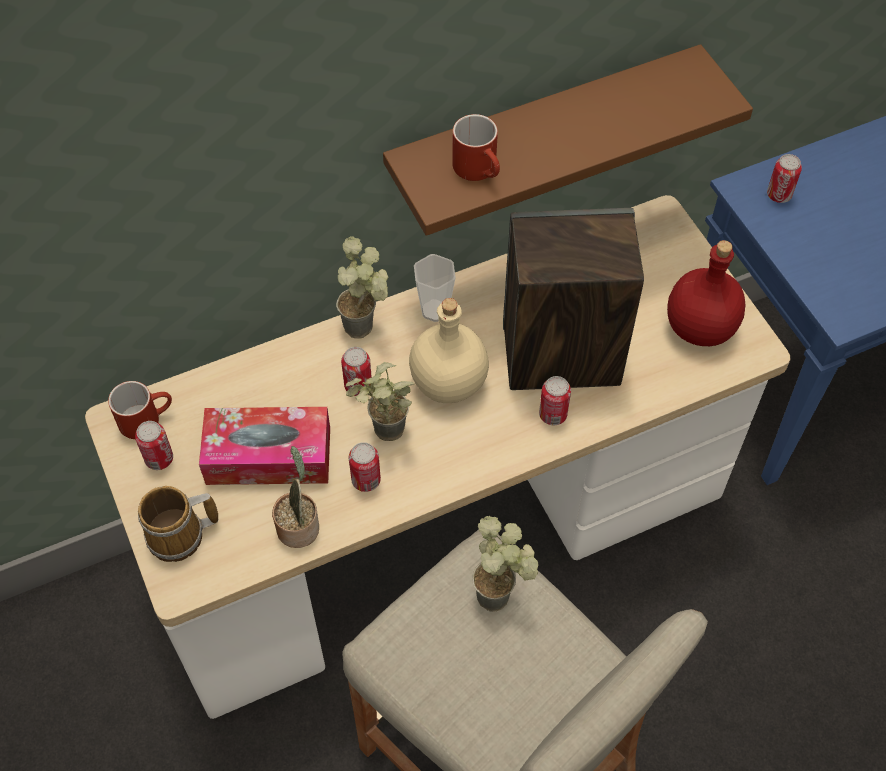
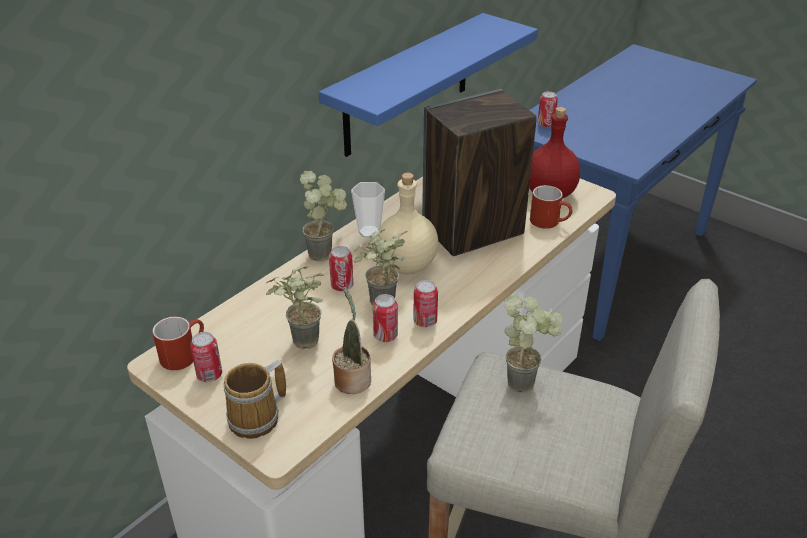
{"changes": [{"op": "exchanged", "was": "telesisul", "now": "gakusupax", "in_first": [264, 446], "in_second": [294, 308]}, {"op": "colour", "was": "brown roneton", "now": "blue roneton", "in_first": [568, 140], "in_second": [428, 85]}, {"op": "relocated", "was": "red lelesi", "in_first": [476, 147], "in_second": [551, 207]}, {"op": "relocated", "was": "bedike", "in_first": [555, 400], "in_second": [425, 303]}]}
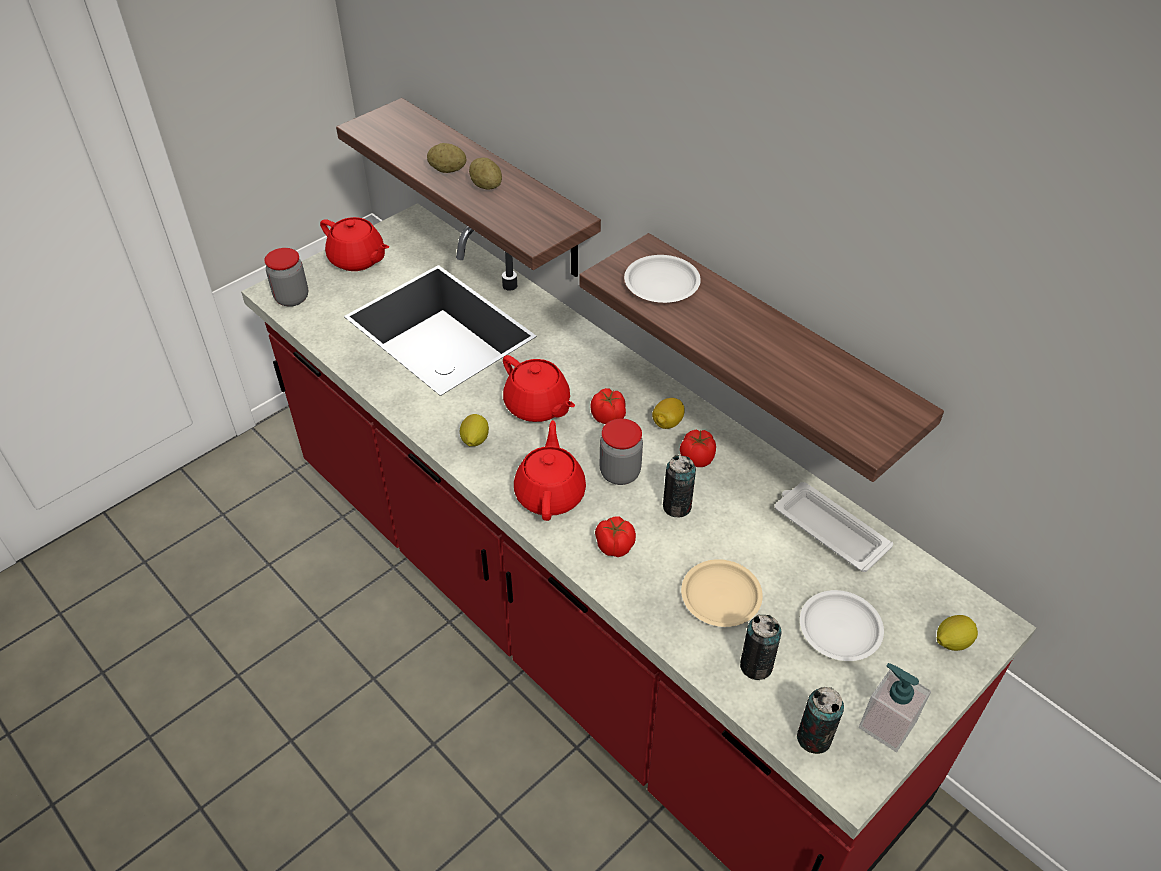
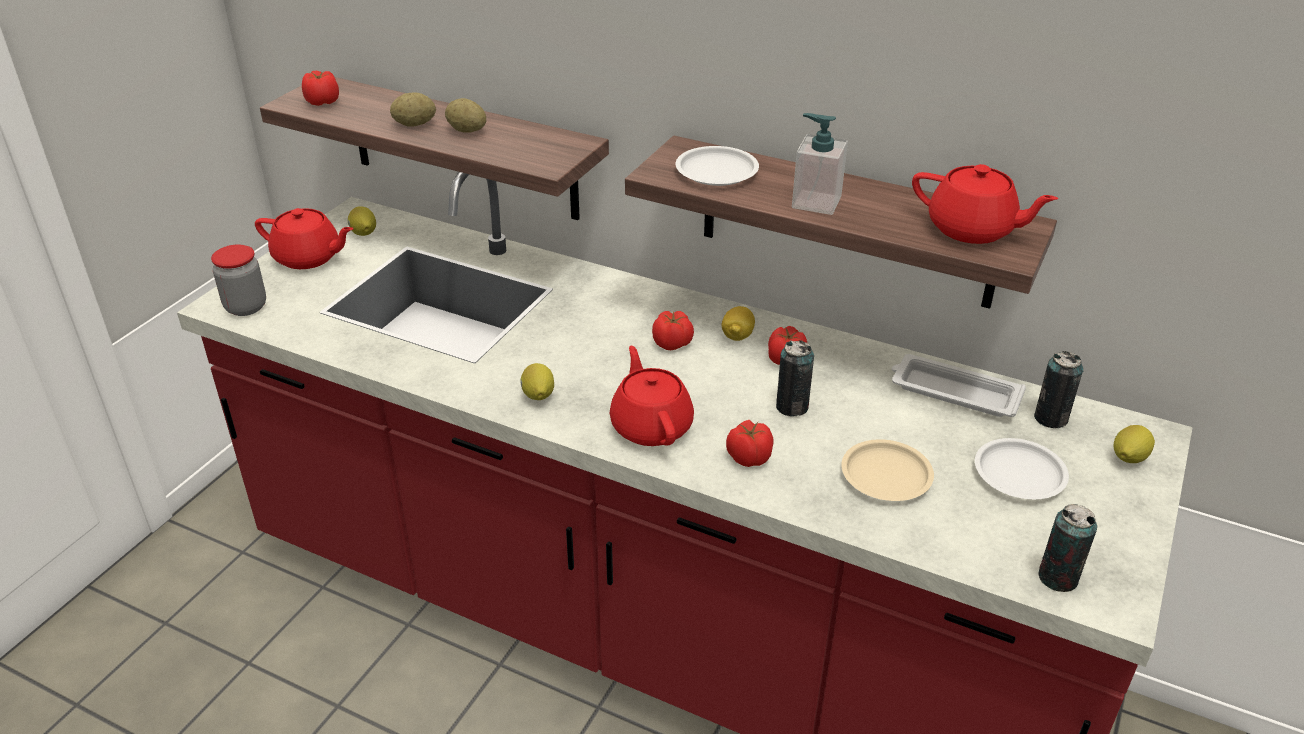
{"changes": [{"op": "relocated", "was": "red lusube", "in_first": [539, 388], "in_second": [985, 204]}, {"op": "missing", "was": "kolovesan", "in_first": [621, 452]}, {"op": "relocated", "was": "bedike", "in_first": [761, 647], "in_second": [1058, 389]}, {"op": "relocated", "was": "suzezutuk", "in_first": [895, 707], "in_second": [820, 164]}, {"op": "appeared", "now": "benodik", "in_second": [320, 88]}, {"op": "appeared", "now": "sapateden", "in_second": [362, 221]}]}
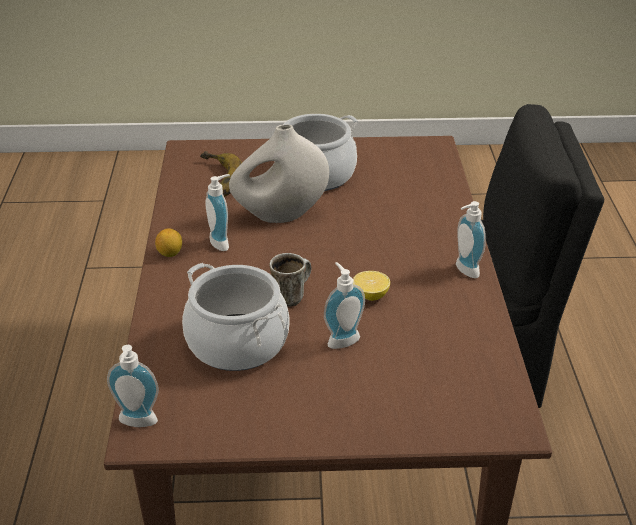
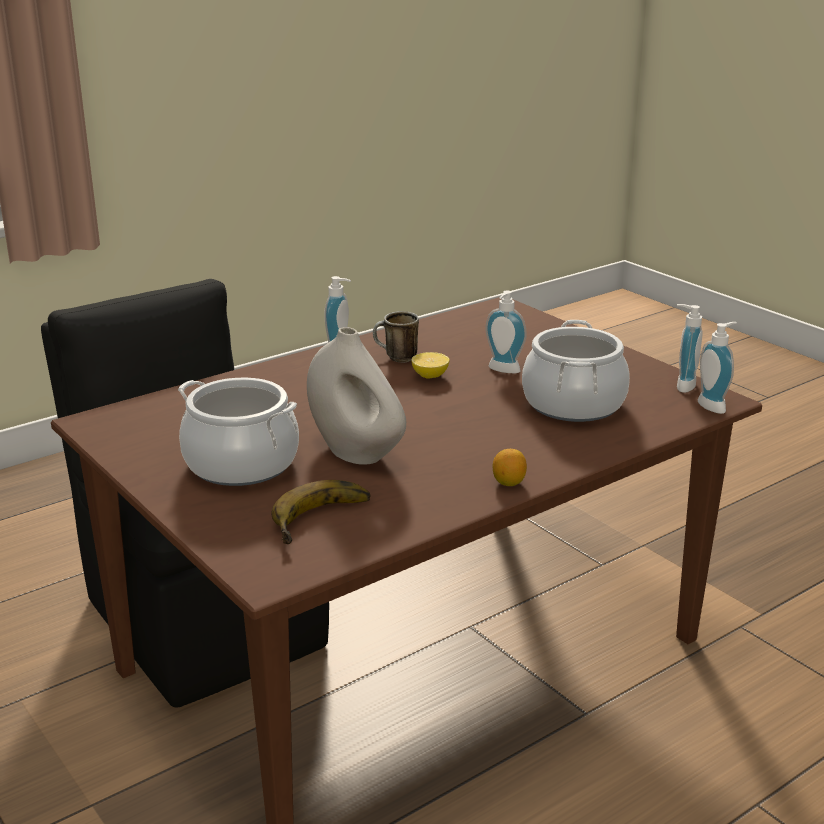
{"changes": [{"op": "relocated", "was": "suzezutuk", "in_first": [217, 212], "in_second": [690, 348]}, {"op": "relocated", "was": "lelesi", "in_first": [290, 280], "in_second": [396, 336]}]}
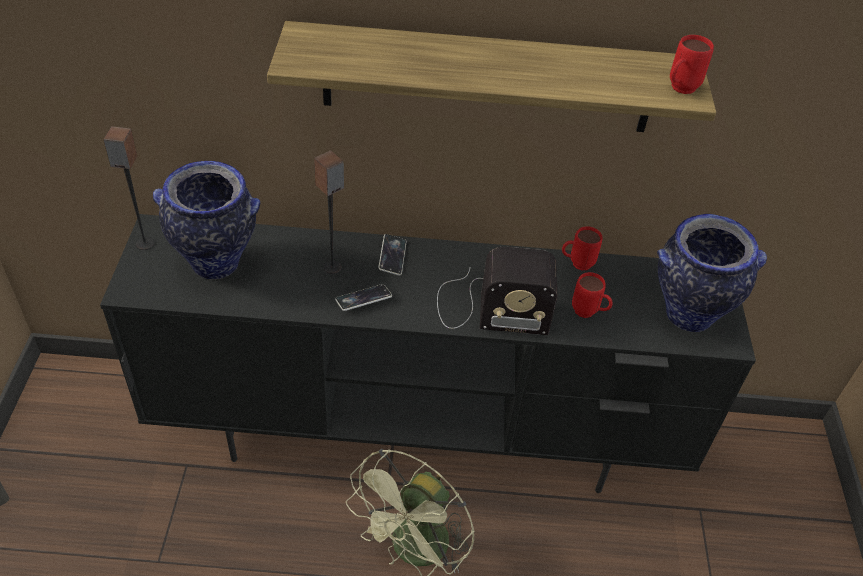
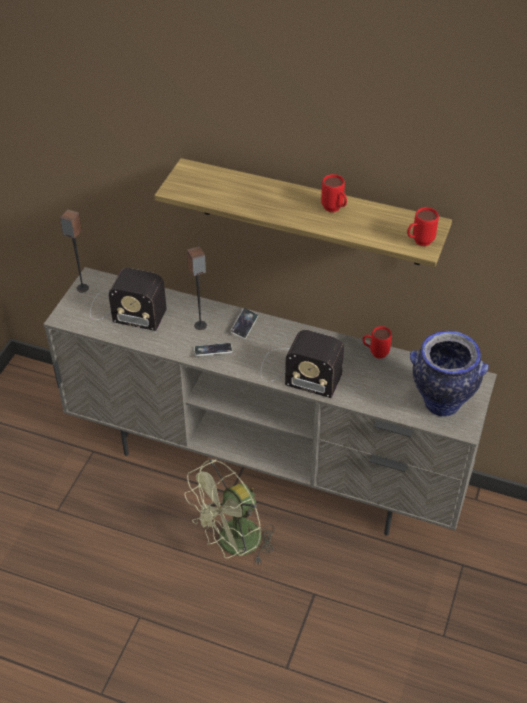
{"changes": [{"op": "colour", "was": "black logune", "now": "beige logune", "in_first": [428, 353], "in_second": [270, 401]}, {"op": "exchanged", "was": "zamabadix", "now": "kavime", "in_first": [206, 220], "in_second": [128, 299]}, {"op": "relocated", "was": "red lelesi", "in_first": [592, 295], "in_second": [334, 193]}]}
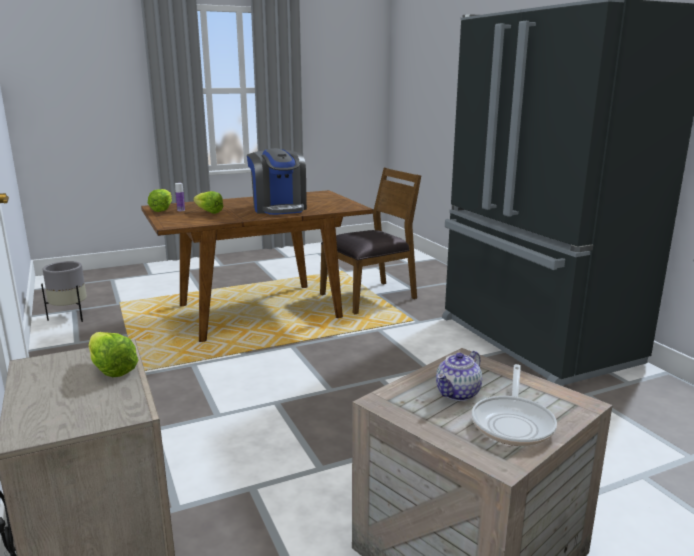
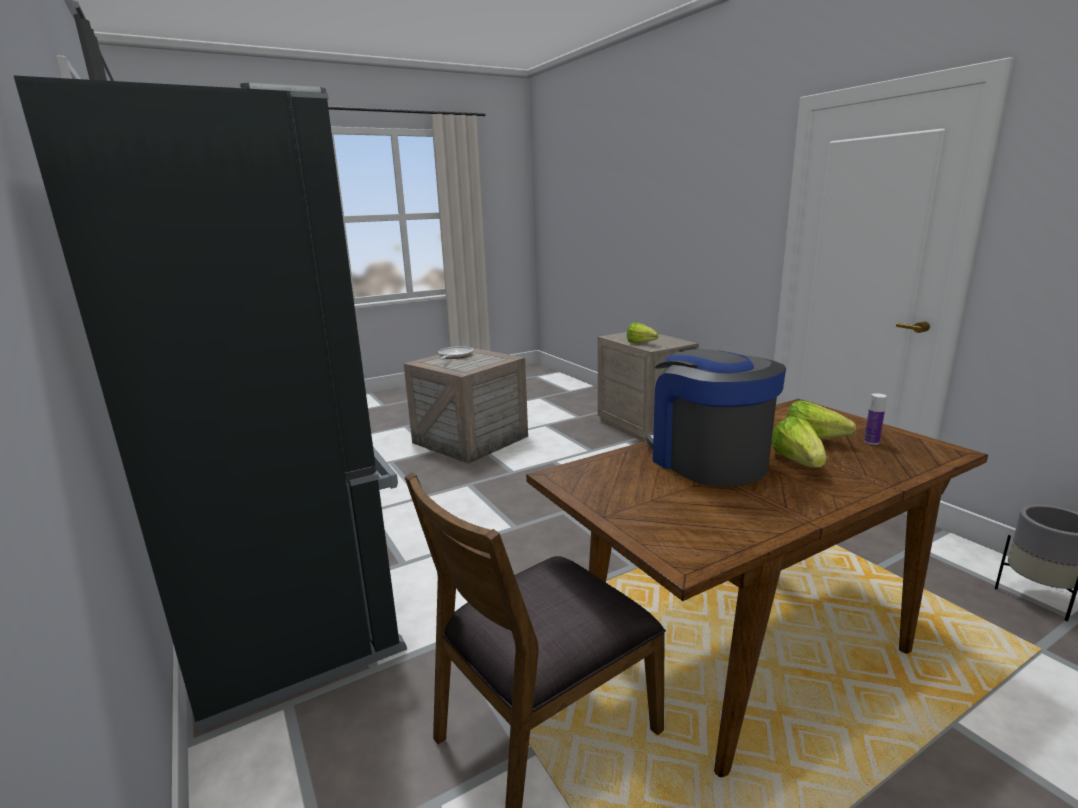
{"changes": [{"op": "relocated", "was": "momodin", "in_first": [160, 200], "in_second": [798, 442]}, {"op": "missing", "was": "lusube", "in_first": [459, 376]}]}
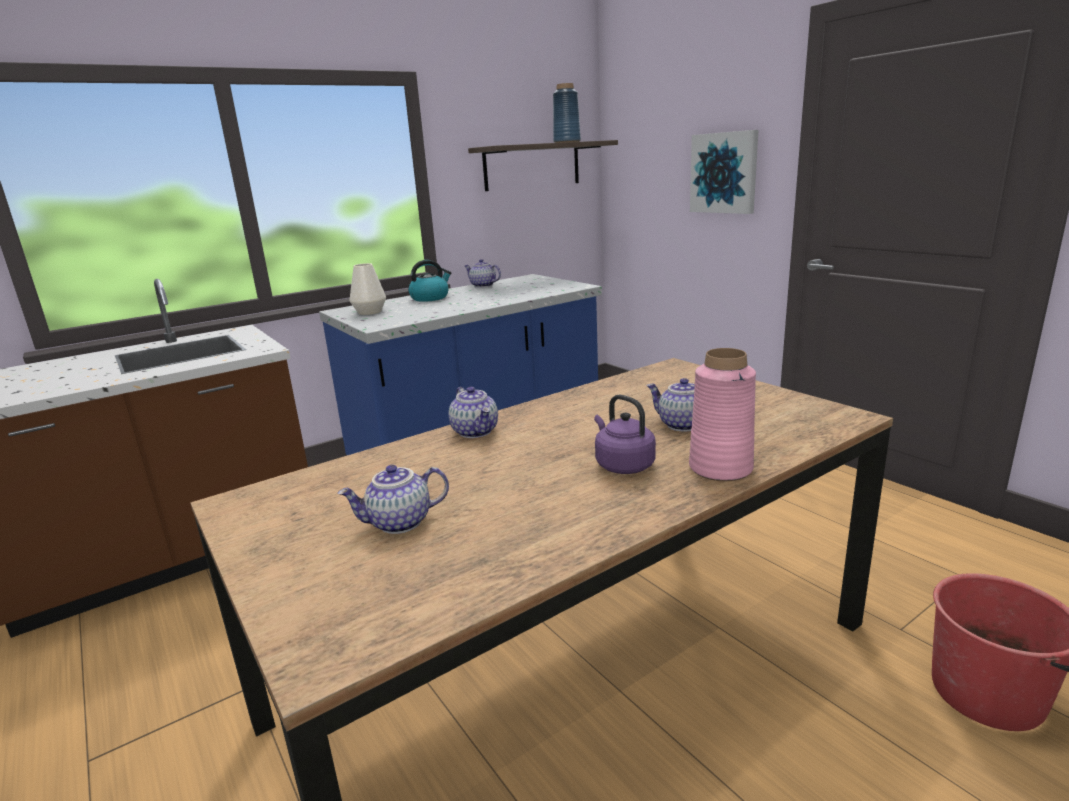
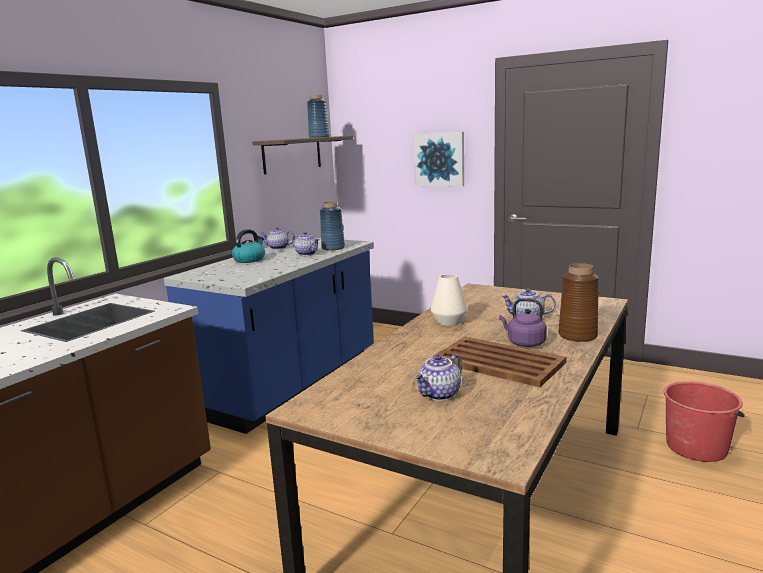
{"changes": [{"op": "relocated", "was": "white zamabadix", "in_first": [367, 289], "in_second": [449, 300]}, {"op": "relocated", "was": "lusube", "in_first": [473, 412], "in_second": [306, 244]}, {"op": "colour", "was": "pink zamabadix", "now": "brown zamabadix", "in_first": [722, 414], "in_second": [578, 302]}, {"op": "appeared", "now": "blue zamabadix", "in_second": [332, 226]}, {"op": "appeared", "now": "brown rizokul", "in_second": [499, 362]}]}
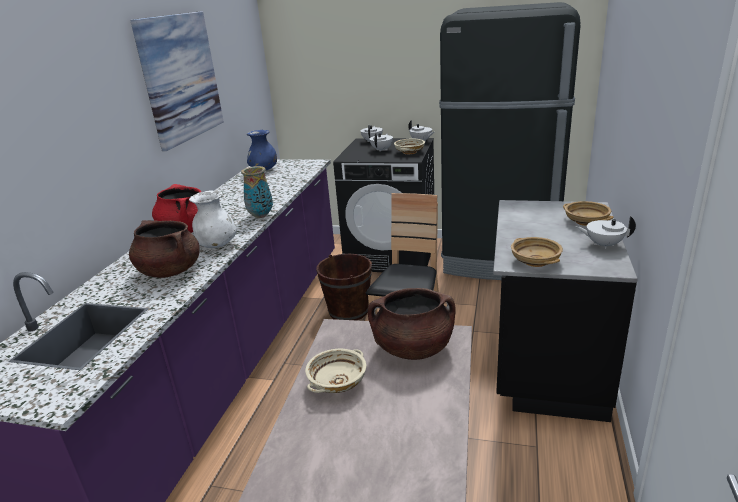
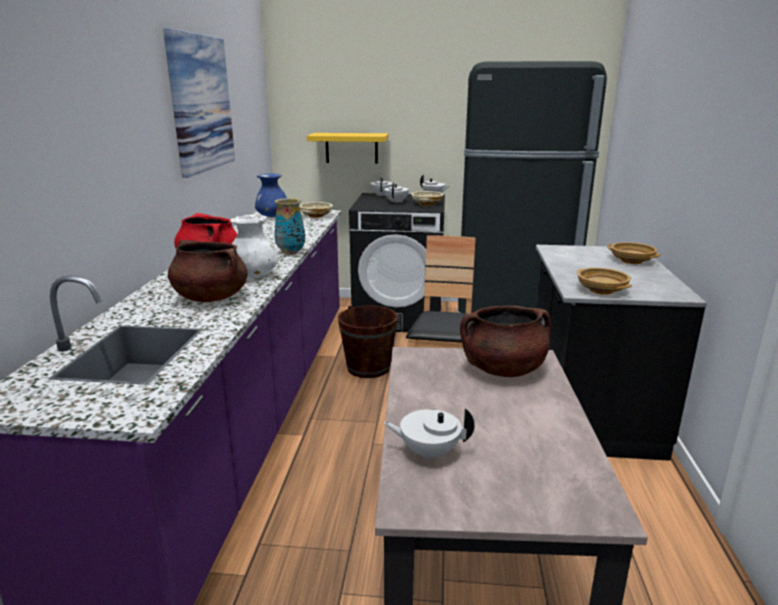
{"changes": [{"op": "relocated", "was": "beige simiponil", "in_first": [335, 371], "in_second": [316, 210]}, {"op": "relocated", "was": "white lusube", "in_first": [606, 232], "in_second": [428, 434]}, {"op": "appeared", "now": "yellow roneton", "in_second": [348, 148]}]}
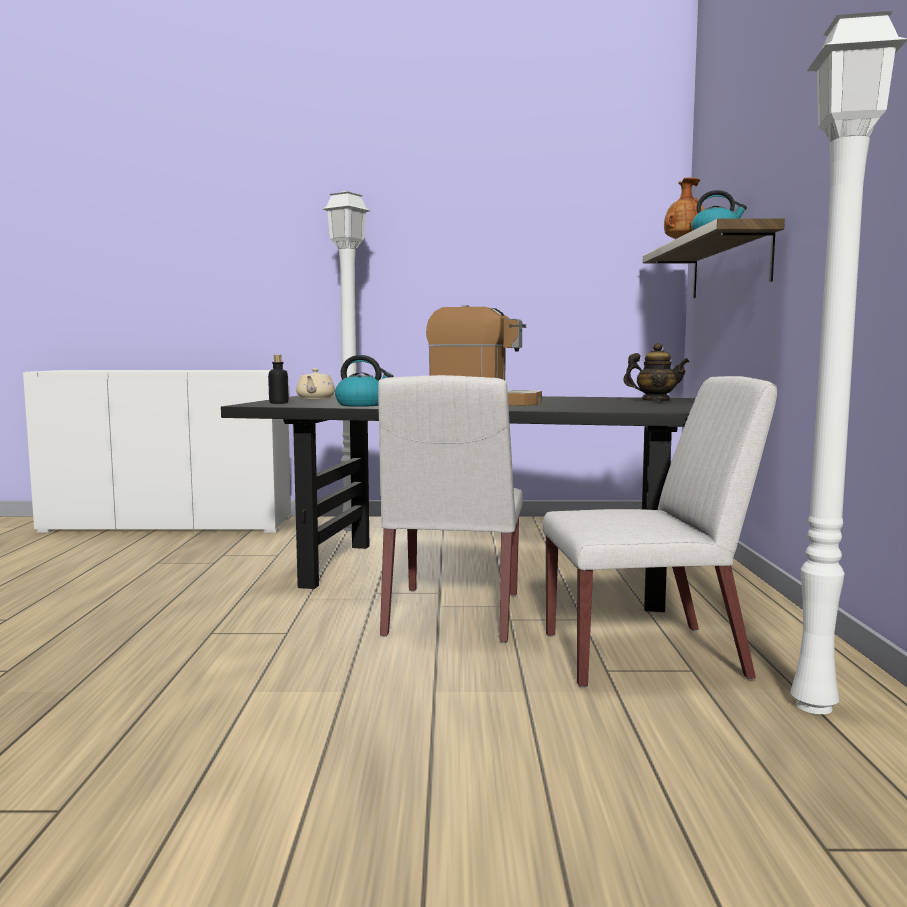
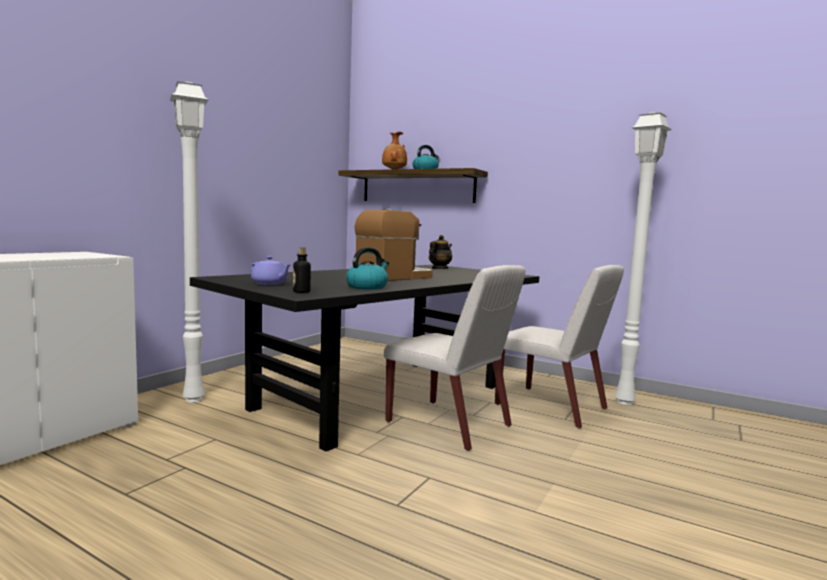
{"changes": [{"op": "colour", "was": "beige lusube", "now": "purple lusube", "in_first": [315, 383], "in_second": [271, 270]}, {"op": "spun", "was": "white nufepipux", "in_first": [660, 532], "in_second": [559, 347], "clockwise": 105}]}
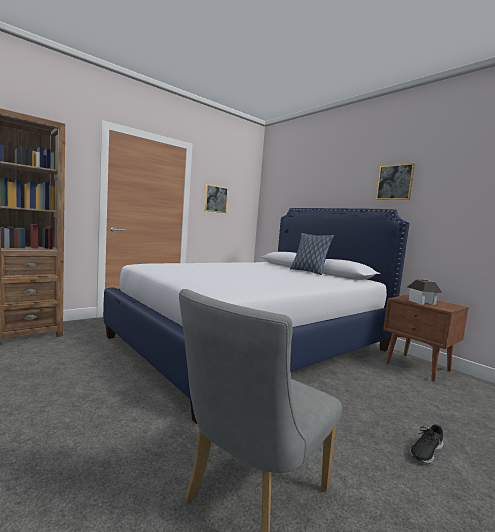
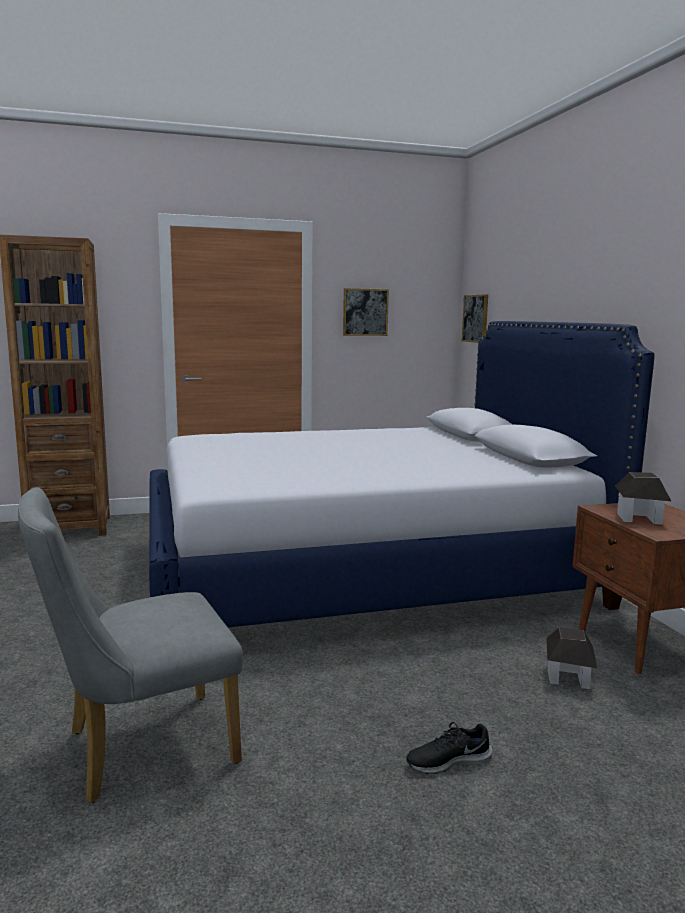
{"changes": [{"op": "missing", "was": "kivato", "in_first": [312, 254]}, {"op": "relocated", "was": "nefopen", "in_first": [395, 181], "in_second": [475, 318]}, {"op": "appeared", "now": "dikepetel", "in_second": [572, 658]}]}
